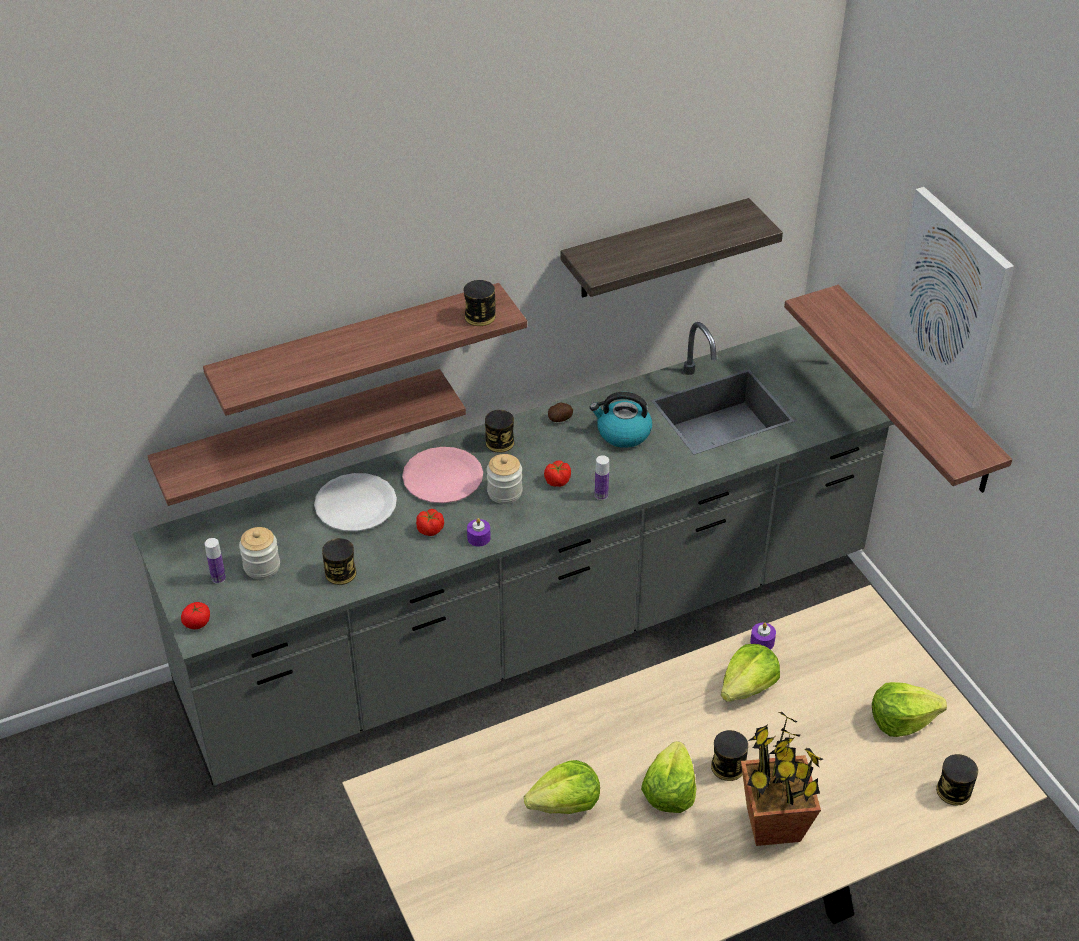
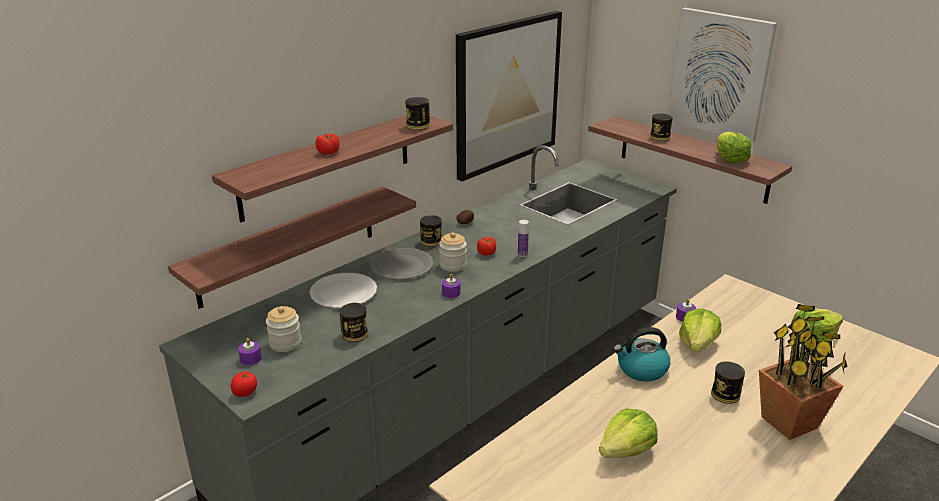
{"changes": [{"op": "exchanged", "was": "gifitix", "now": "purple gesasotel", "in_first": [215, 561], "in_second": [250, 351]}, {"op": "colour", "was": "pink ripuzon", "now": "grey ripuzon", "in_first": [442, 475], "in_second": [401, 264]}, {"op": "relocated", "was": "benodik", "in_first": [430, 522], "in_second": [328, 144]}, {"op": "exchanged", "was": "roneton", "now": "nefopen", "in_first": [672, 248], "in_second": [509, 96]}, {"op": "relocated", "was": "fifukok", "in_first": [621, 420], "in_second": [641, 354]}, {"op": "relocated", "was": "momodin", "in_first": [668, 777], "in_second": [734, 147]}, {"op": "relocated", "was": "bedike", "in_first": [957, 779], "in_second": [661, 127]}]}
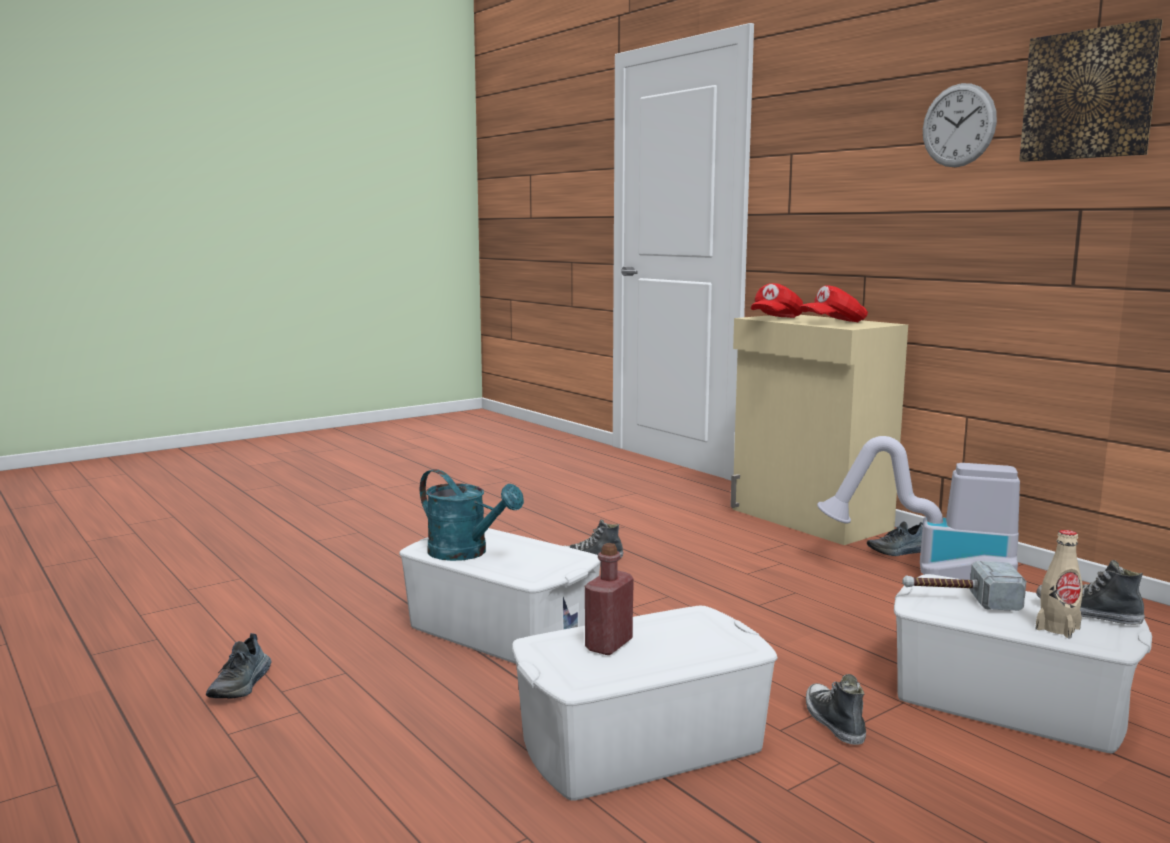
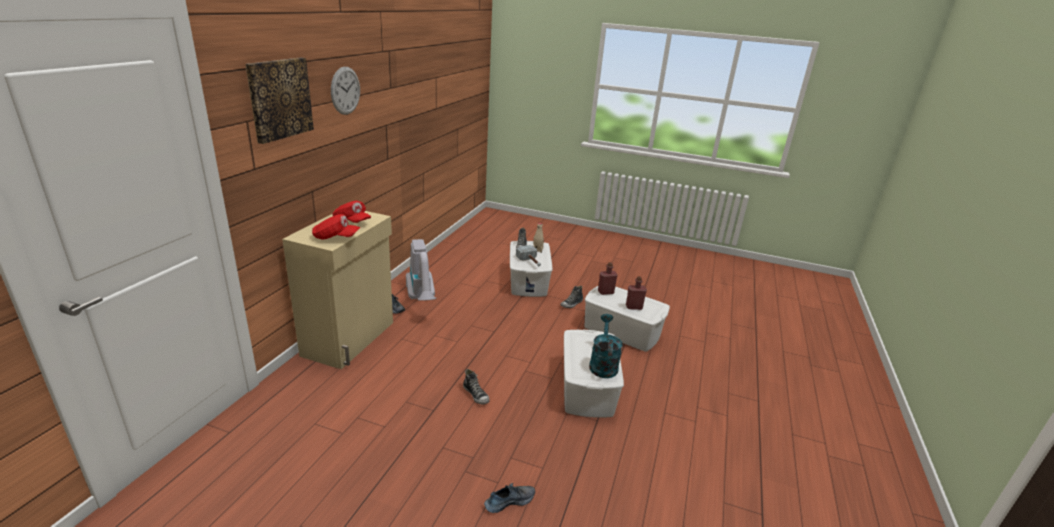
{"changes": [{"op": "relocated", "was": "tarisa", "in_first": [239, 665], "in_second": [509, 498]}, {"op": "relocated", "was": "nefopen", "in_first": [1091, 90], "in_second": [279, 101]}, {"op": "appeared", "now": "red gifitix", "in_second": [608, 278]}]}
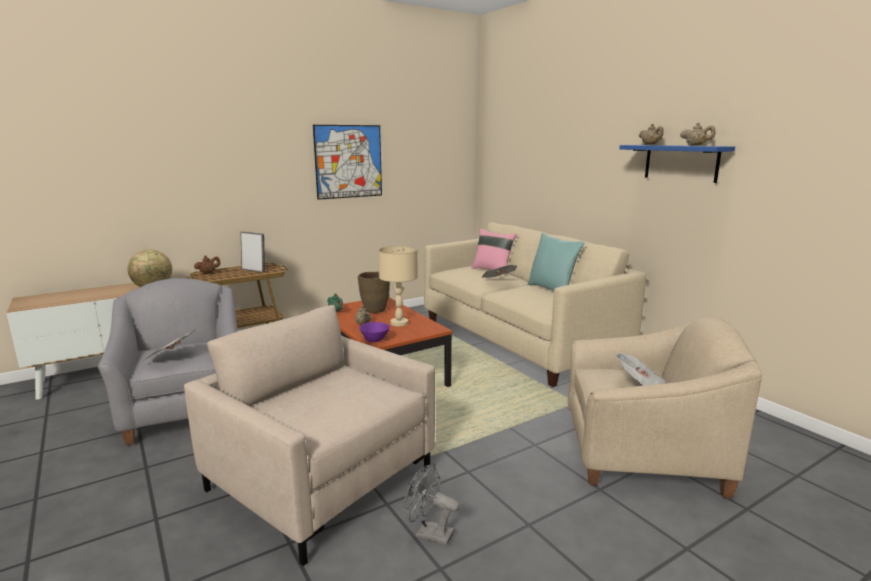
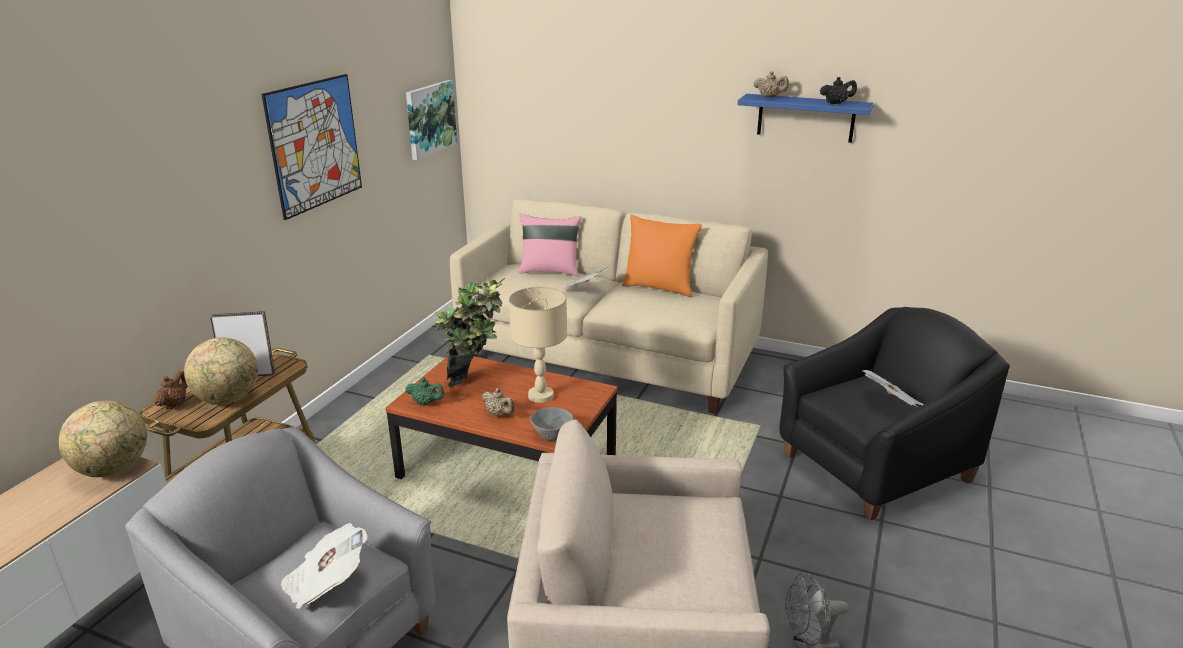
{"changes": [{"op": "exchanged", "was": "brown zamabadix", "now": "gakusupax", "in_first": [374, 292], "in_second": [469, 332]}, {"op": "colour", "was": "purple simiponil", "now": "grey simiponil", "in_first": [374, 332], "in_second": [551, 424]}, {"op": "colour", "was": "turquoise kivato", "now": "orange kivato", "in_first": [556, 262], "in_second": [662, 256]}, {"op": "colour", "was": "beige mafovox", "now": "black mafovox", "in_first": [665, 408], "in_second": [894, 413]}, {"op": "colour", "was": "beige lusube", "now": "black lusube", "in_first": [697, 134], "in_second": [838, 90]}, {"op": "appeared", "now": "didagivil", "in_second": [221, 371]}, {"op": "appeared", "now": "nefopen", "in_second": [431, 120]}]}
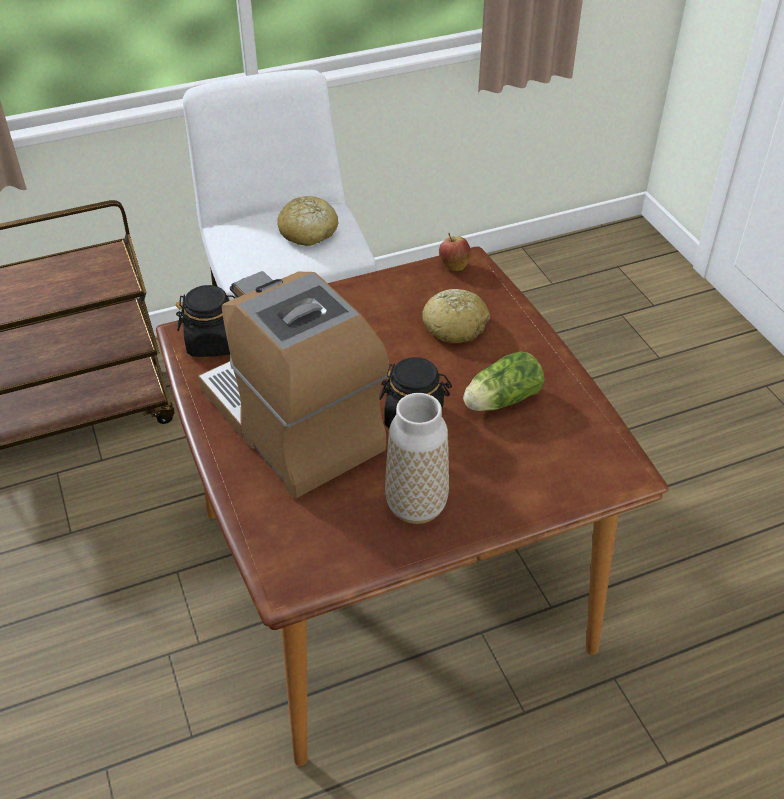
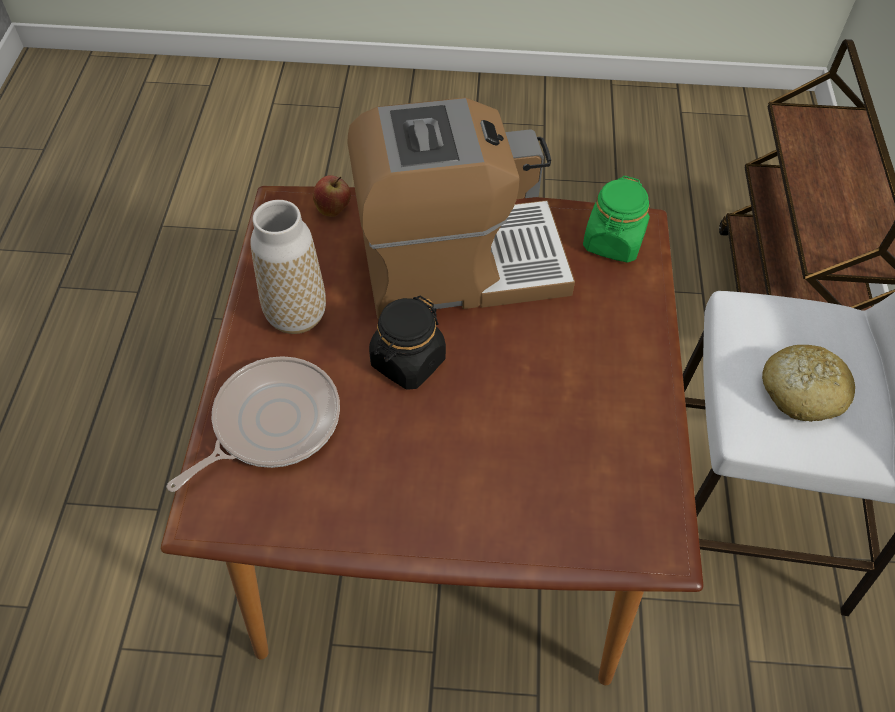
{"changes": [{"op": "colour", "was": "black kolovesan", "now": "green kolovesan", "in_first": [205, 321], "in_second": [616, 219]}, {"op": "missing", "was": "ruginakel", "in_first": [456, 316]}, {"op": "relocated", "was": "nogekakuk", "in_first": [454, 252], "in_second": [332, 196]}, {"op": "missing", "was": "momodin", "in_first": [504, 381]}, {"op": "appeared", "now": "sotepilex", "in_second": [253, 424]}]}
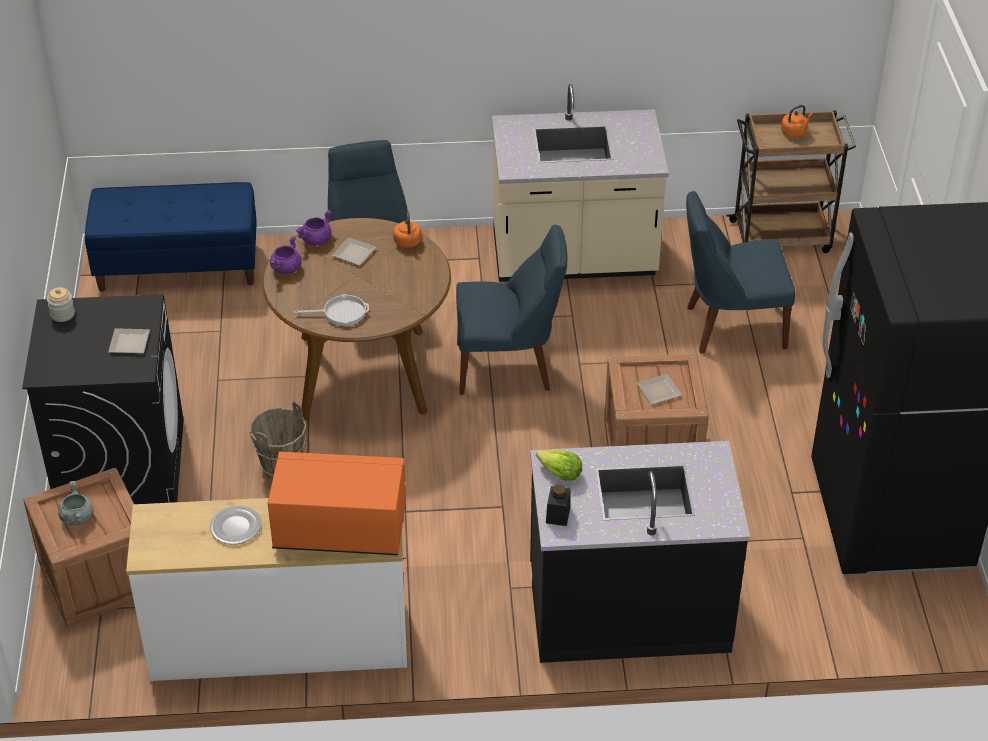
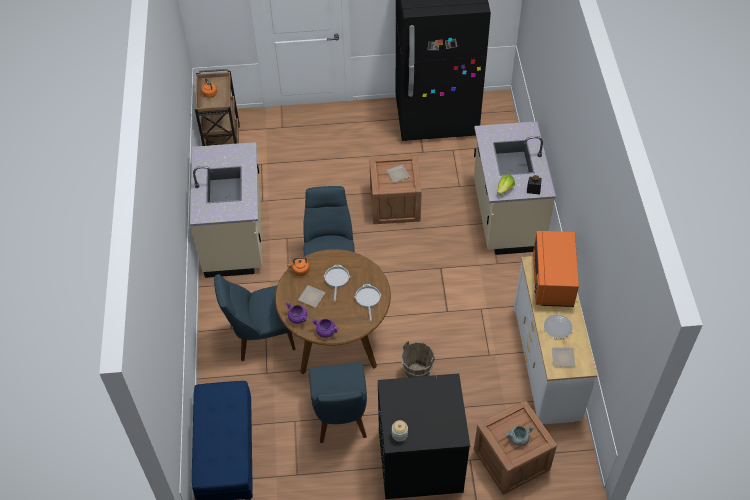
{"changes": [{"op": "relocated", "was": "ripuzon", "in_first": [129, 341], "in_second": [563, 357]}, {"op": "colour", "was": "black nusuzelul", "now": "beige nusuzelul", "in_first": [640, 552], "in_second": [515, 188]}, {"op": "relocated", "was": "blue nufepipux", "in_first": [740, 272], "in_second": [338, 402]}, {"op": "appeared", "now": "sotepilex", "in_second": [337, 283]}]}
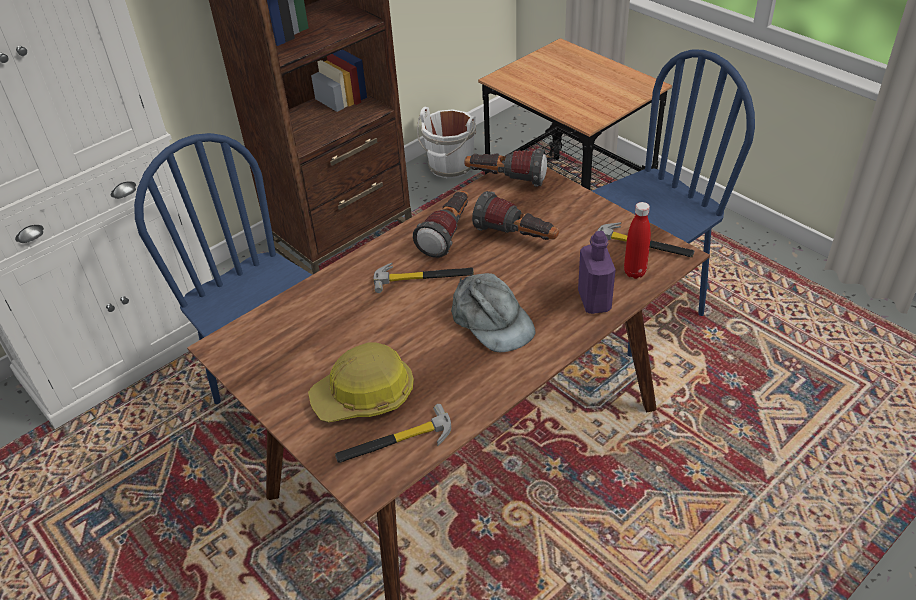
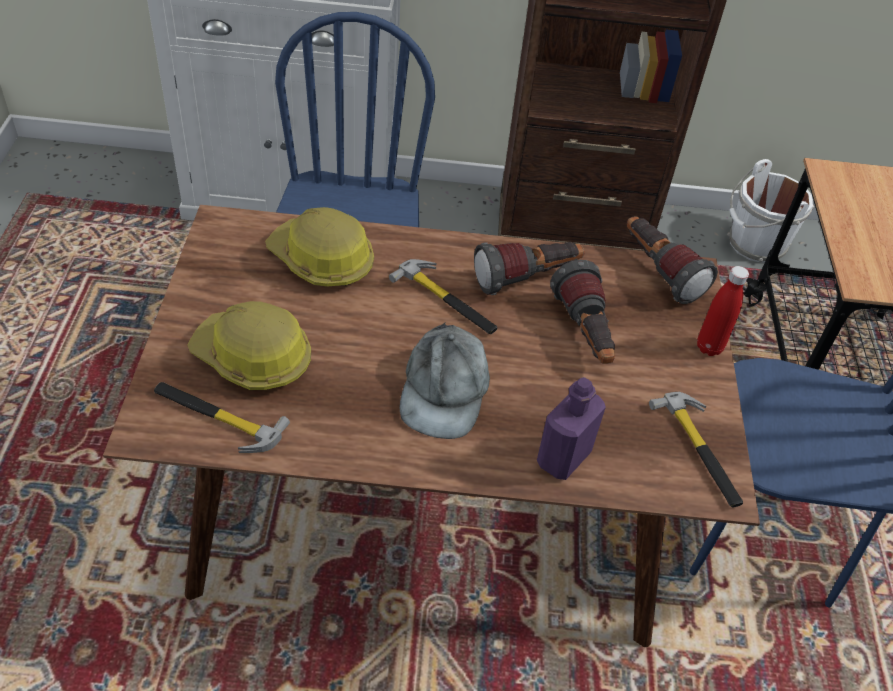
{"changes": [{"op": "relocated", "was": "red gifitix", "in_first": [637, 240], "in_second": [723, 311]}, {"op": "appeared", "now": "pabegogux", "in_second": [319, 247]}]}
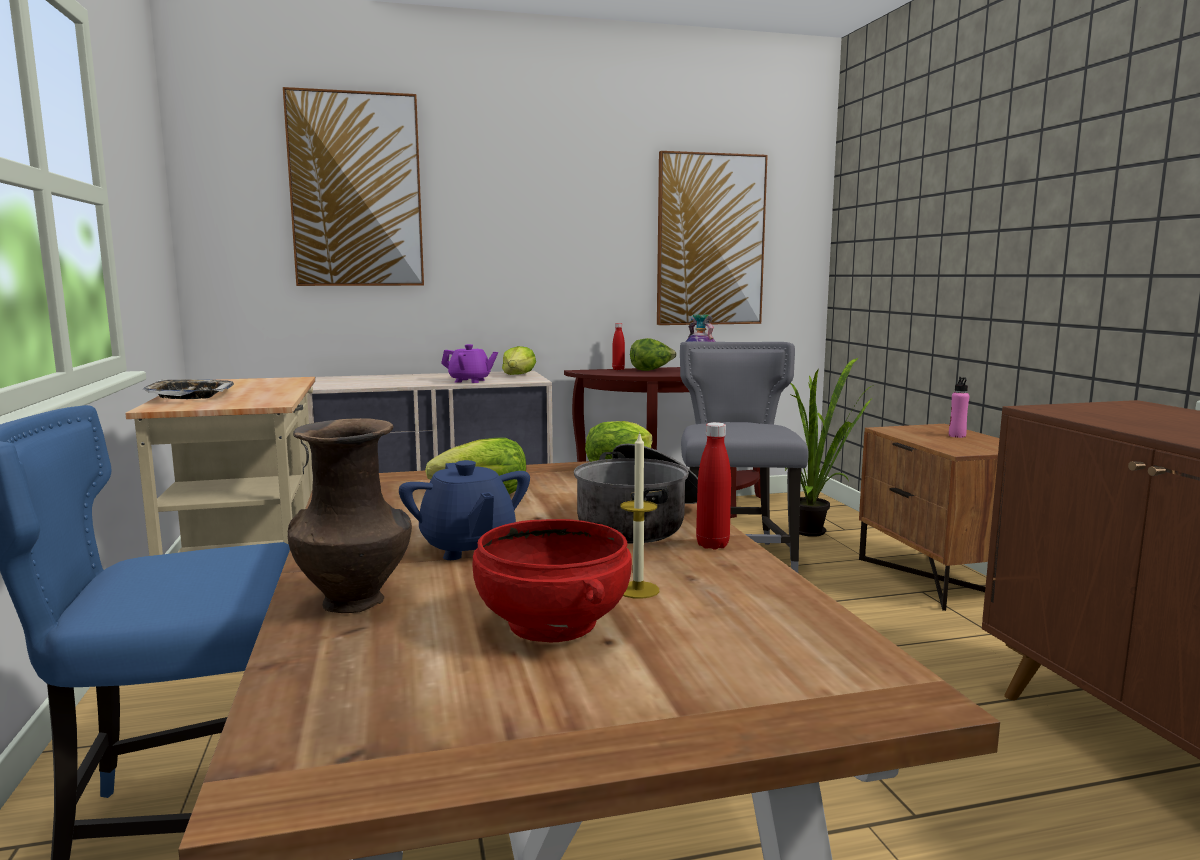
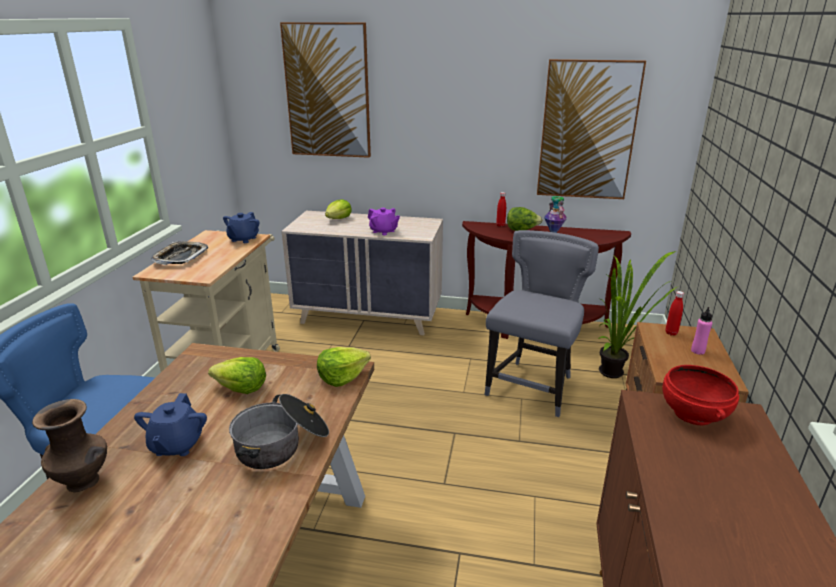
{"changes": [{"op": "relocated", "was": "red simiponil", "in_first": [552, 580], "in_second": [701, 395]}, {"op": "relocated", "was": "momodin", "in_first": [519, 360], "in_second": [338, 209]}, {"op": "missing", "was": "gesasotel", "in_first": [639, 515]}, {"op": "relocated", "was": "red gifitix", "in_first": [713, 485], "in_second": [674, 313]}, {"op": "appeared", "now": "blue lusube", "in_second": [241, 227]}]}
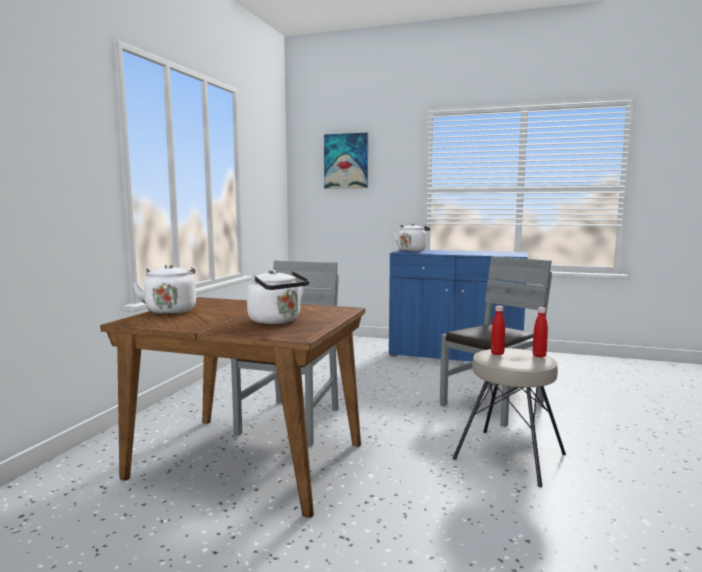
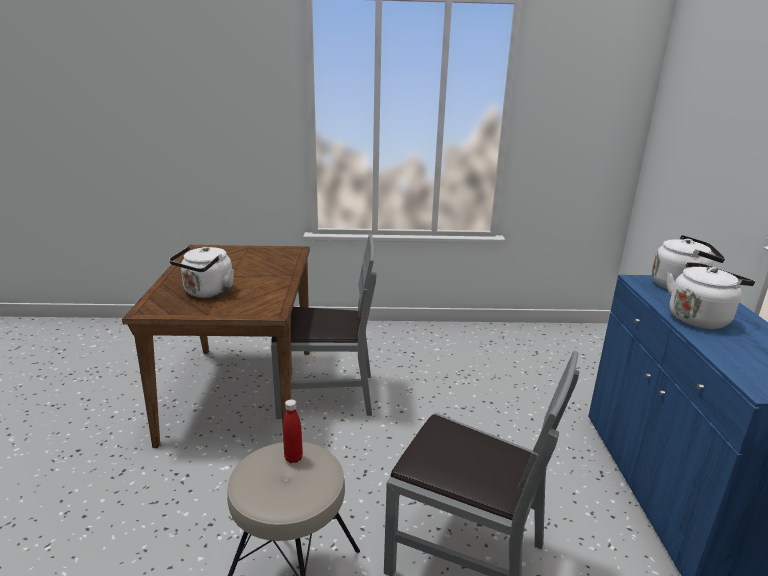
{"changes": [{"op": "relocated", "was": "white fifukok", "in_first": [164, 289], "in_second": [711, 295]}, {"op": "missing", "was": "nefopen", "in_first": [346, 161]}, {"op": "missing", "was": "red gifitix", "in_first": [540, 332]}]}
